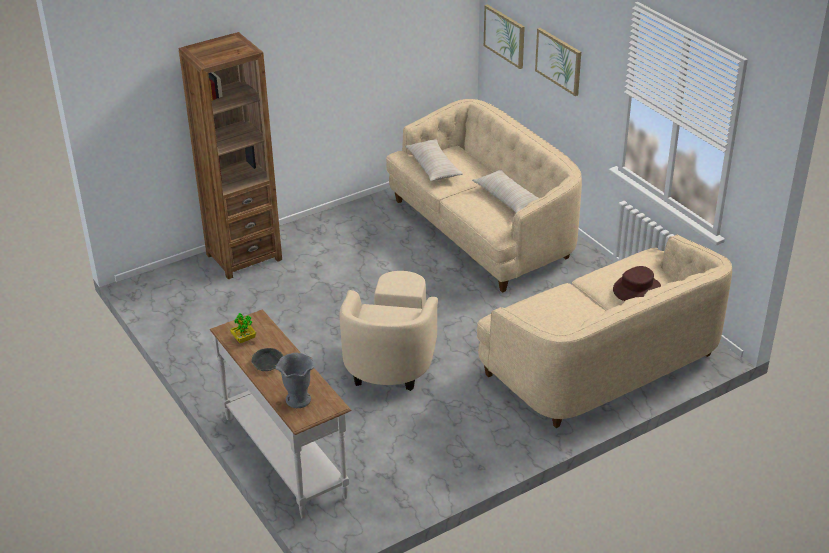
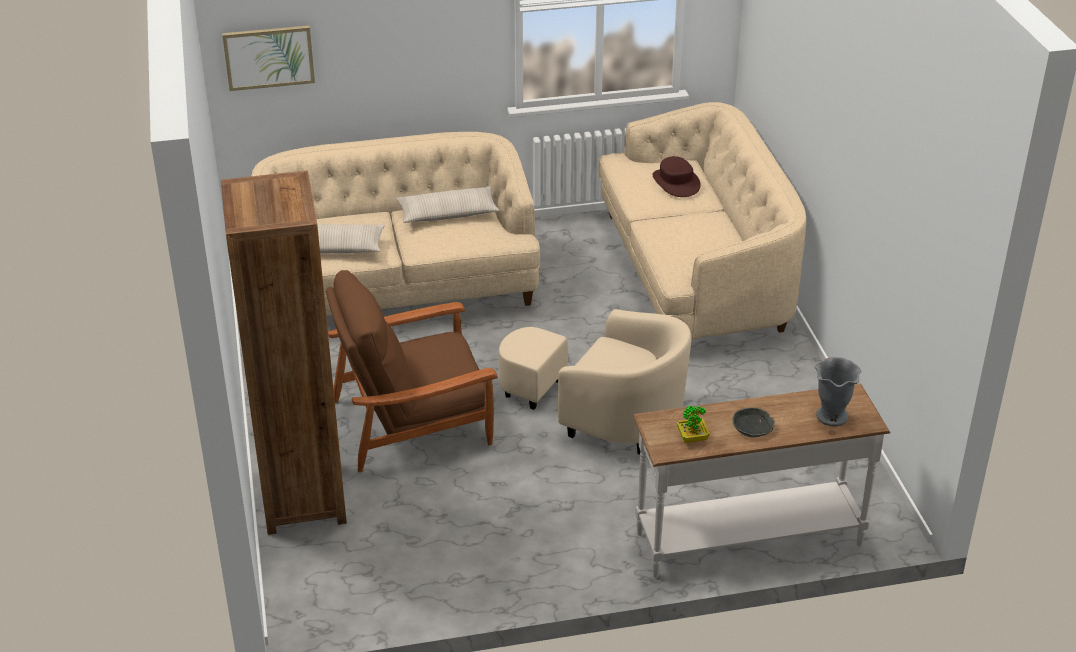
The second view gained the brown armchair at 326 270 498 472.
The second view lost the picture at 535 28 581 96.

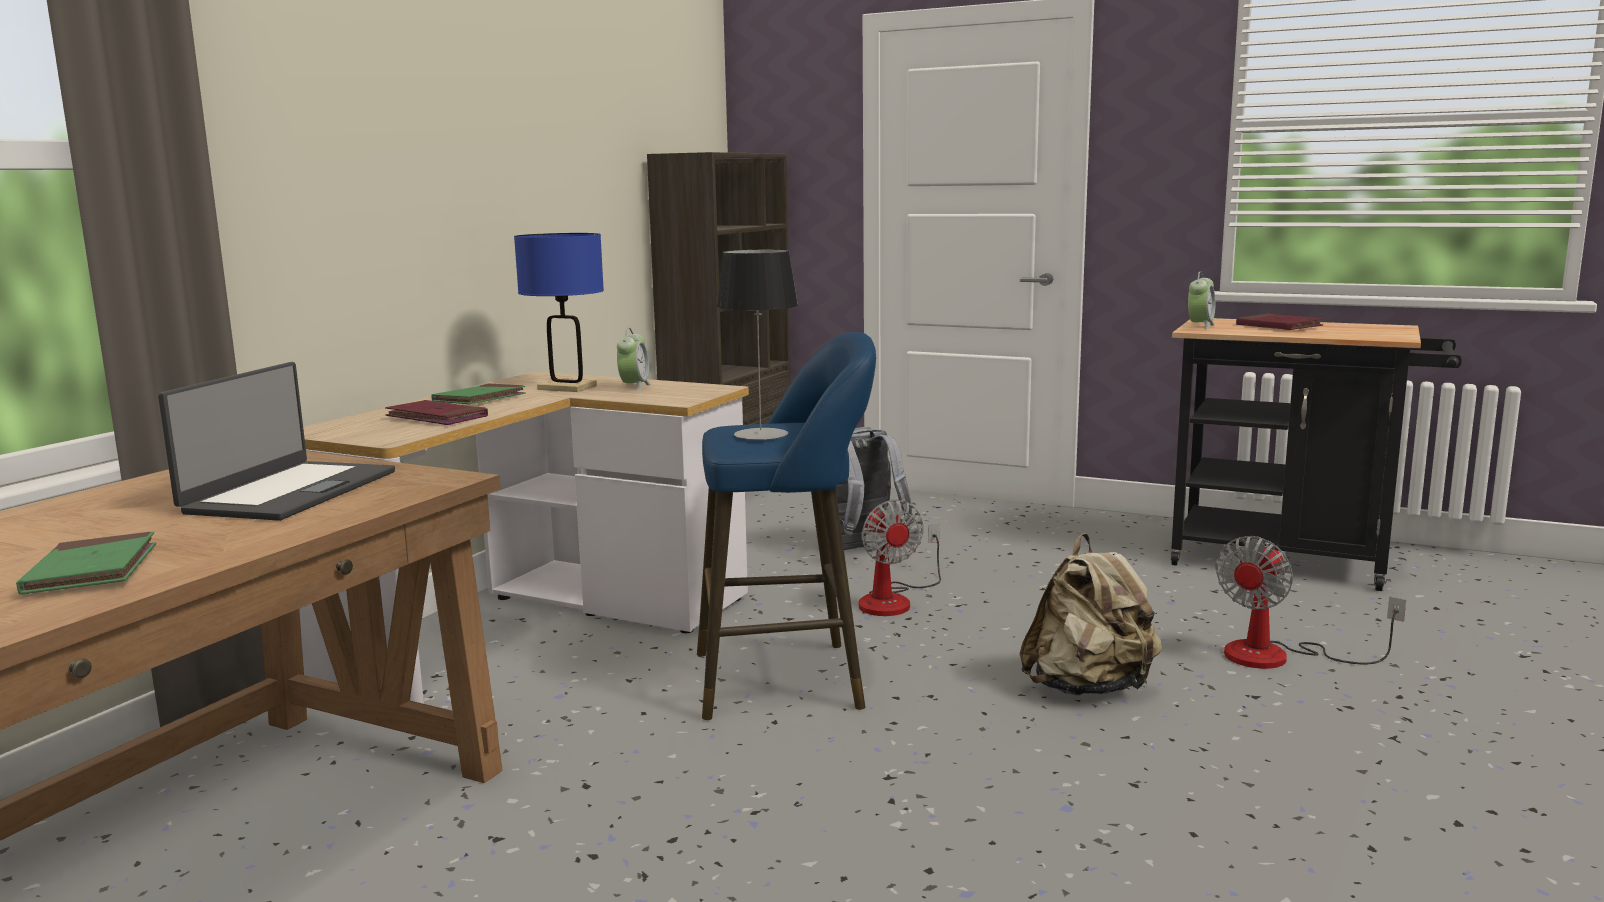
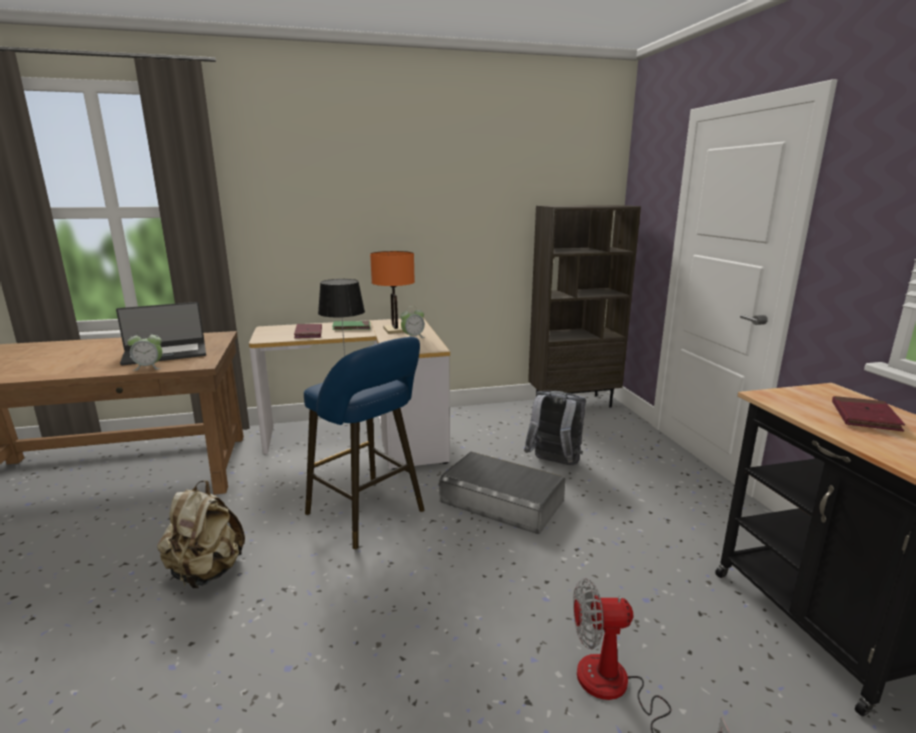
The alarm clock ended up elsewhere, having gone from 1188 272 1215 329 to 127 330 162 371.
The beige backpack ended up elsewhere, having gone from 1019 533 1162 696 to 157 480 245 588.
What was the blue table lamp at 514 233 604 392 turned into the orange table lamp at 370 251 415 334.
Where the fan stood at 859 499 941 616, the grey storage box came to stand at 439 451 565 534.
The second view lost the green book at 16 532 156 595.

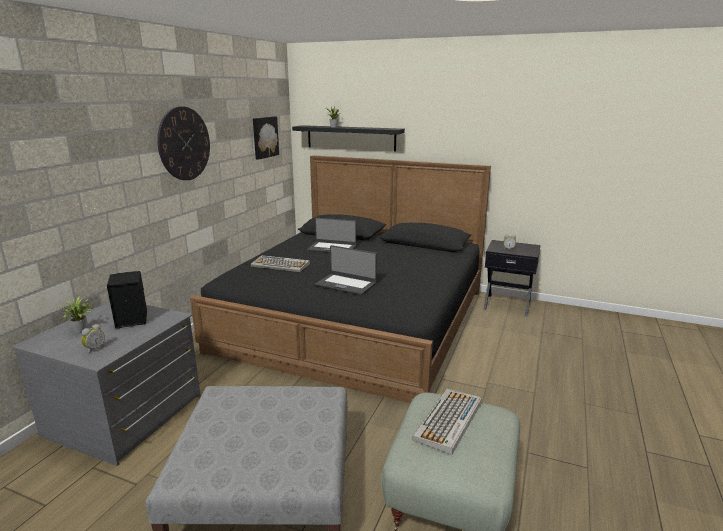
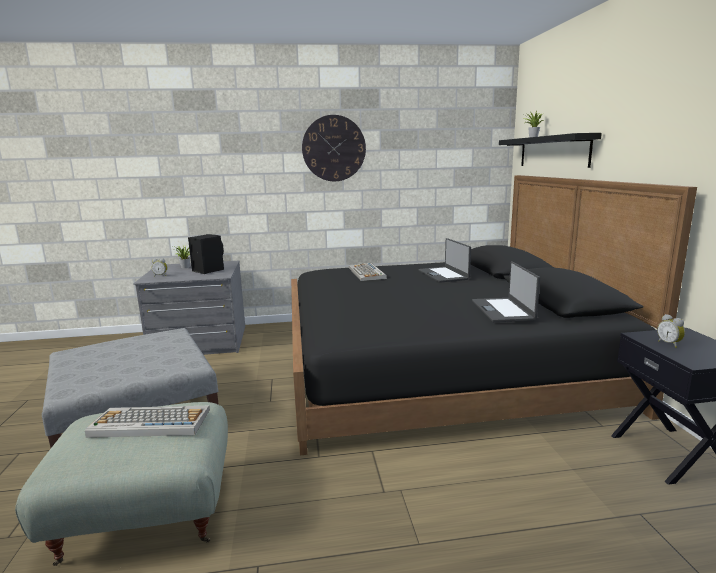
The laptop ended up elsewhere, having gone from 315 245 377 295 to 472 261 540 322.
The second view lost the picture at 253 116 279 160.

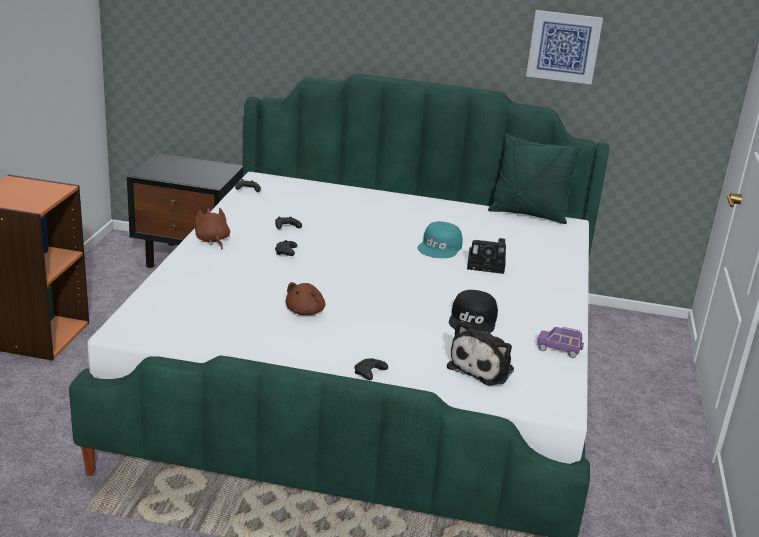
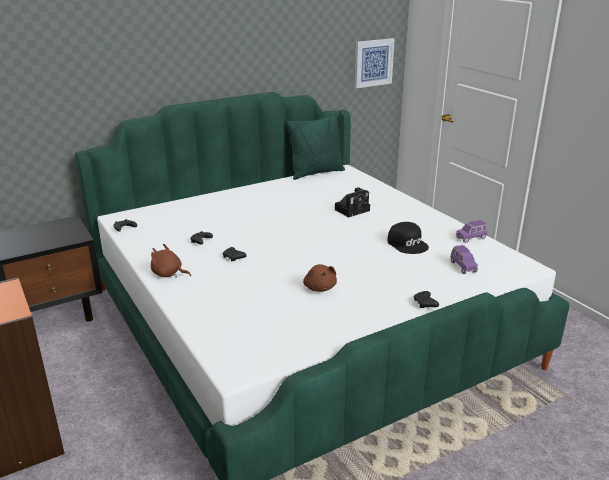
The picture ended up elsewhere, having gone from 526 10 603 84 to 354 38 395 88.
Where the plush toy stood at 447 321 514 386, the purple toy car came to stand at 450 245 478 274.
The second view lost the turquoise cap at 418 221 463 258.

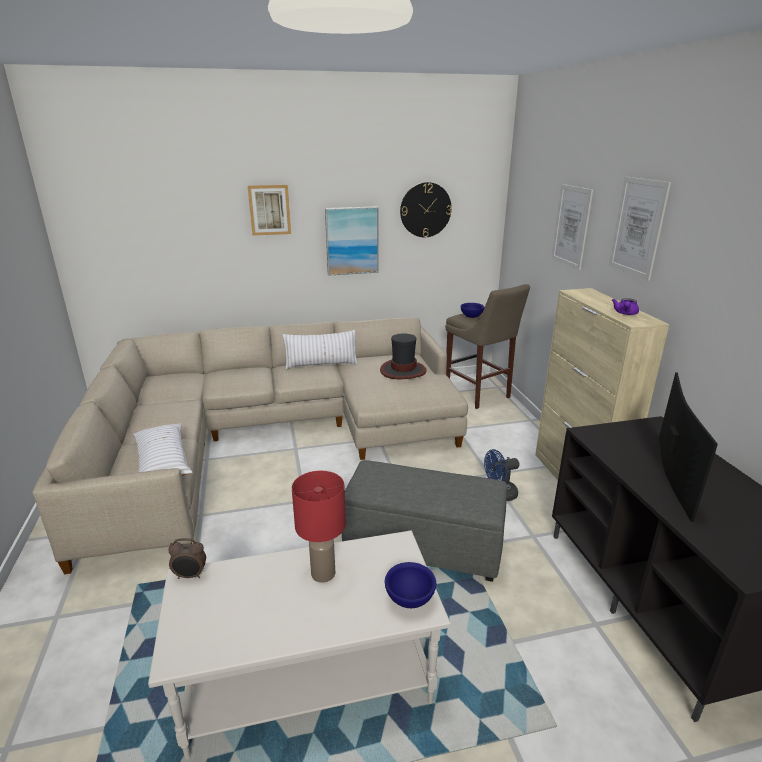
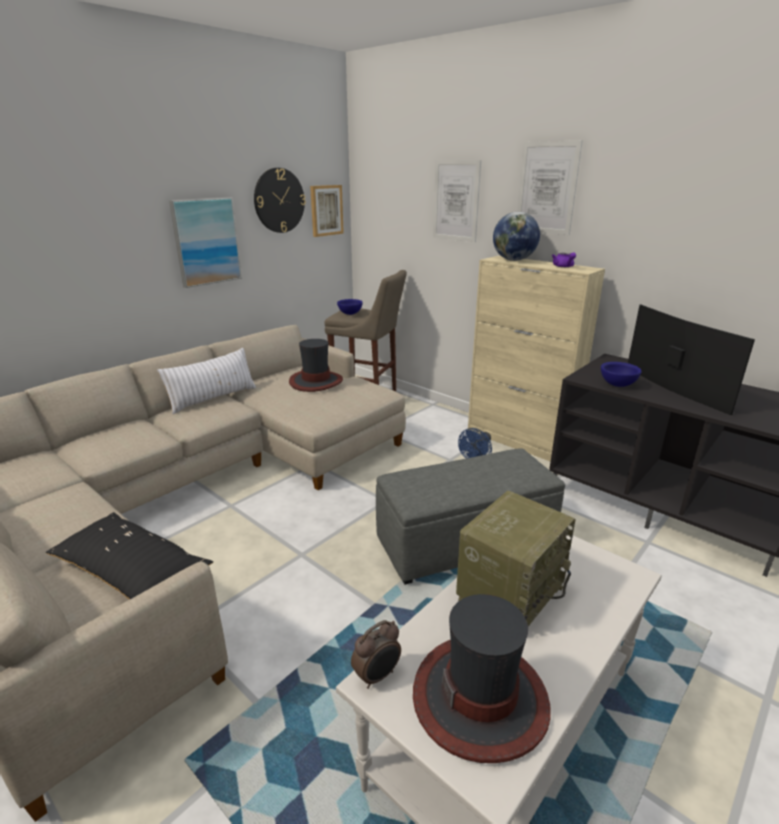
What was the white pillow at 133 423 193 476 turned into the black pillow at 46 512 213 600.
The picture ended up elsewhere, having gone from 248 185 291 236 to 310 185 344 237.
The second view gained the hat at 413 594 551 763.
Where the red table lamp stood at 292 471 346 583, the radio came to stand at 456 491 576 626.
The second view gained the globe at 493 212 540 261.
The blue bowl ended up elsewhere, having gone from 385 562 436 608 to 601 362 641 387.

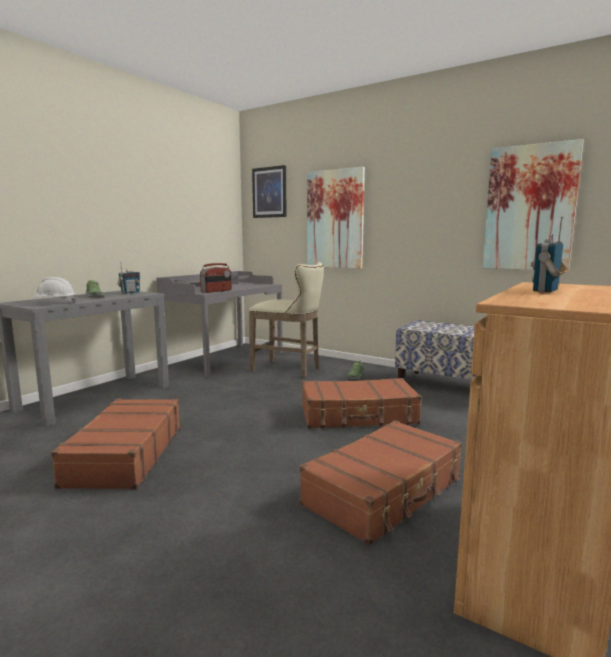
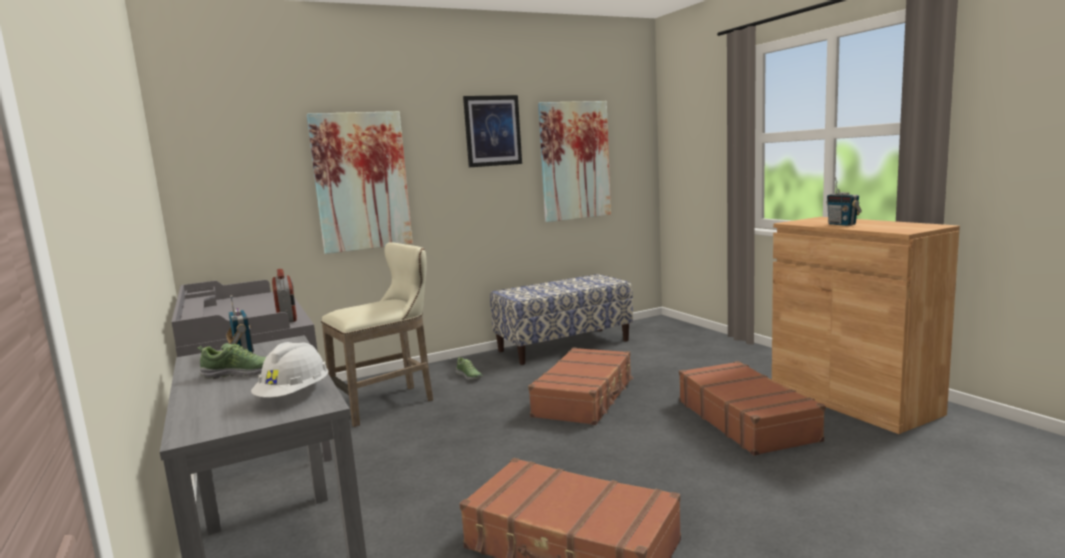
The picture ended up elsewhere, having gone from 252 165 287 218 to 463 95 522 167.

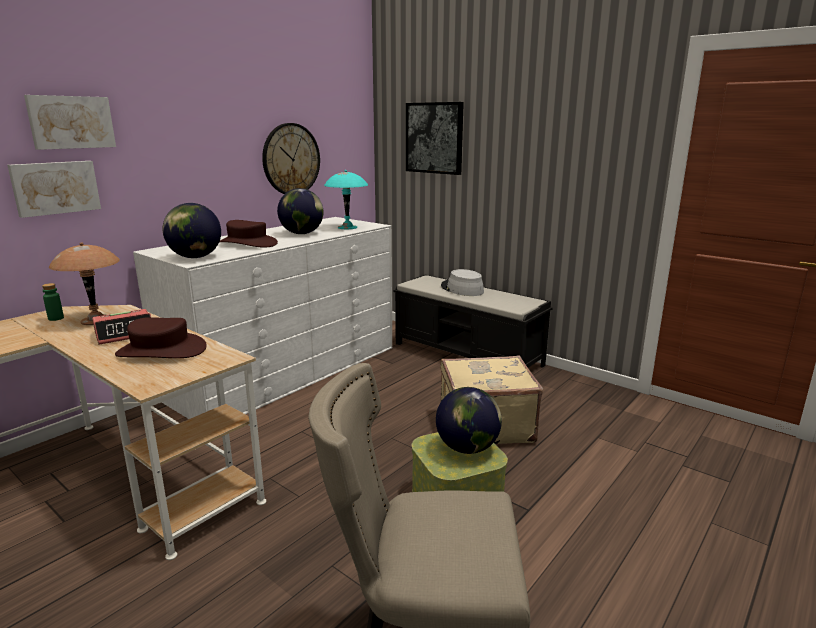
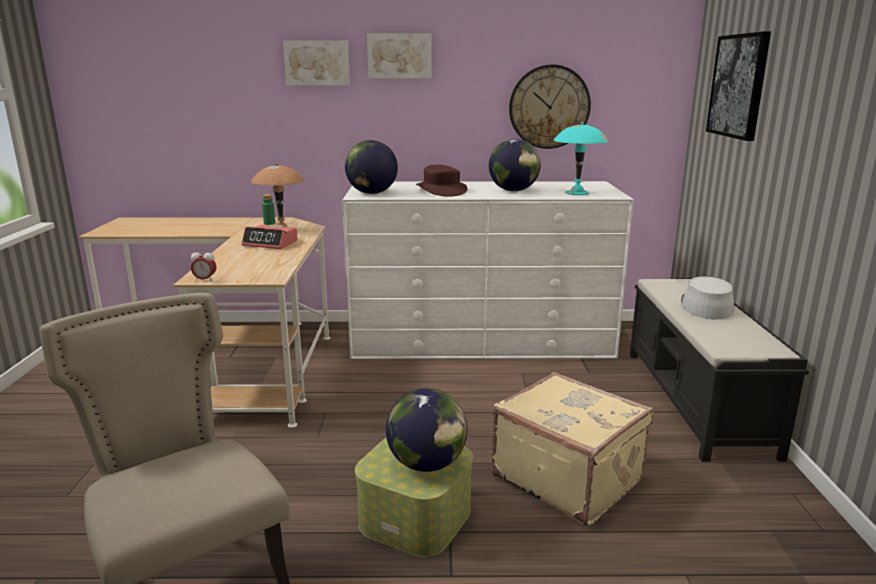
The second view gained the alarm clock at 191 249 216 282.
The picture ended up elsewhere, having gone from 7 161 101 218 to 367 33 432 78.
The second view lost the brown hat at 115 317 207 358.

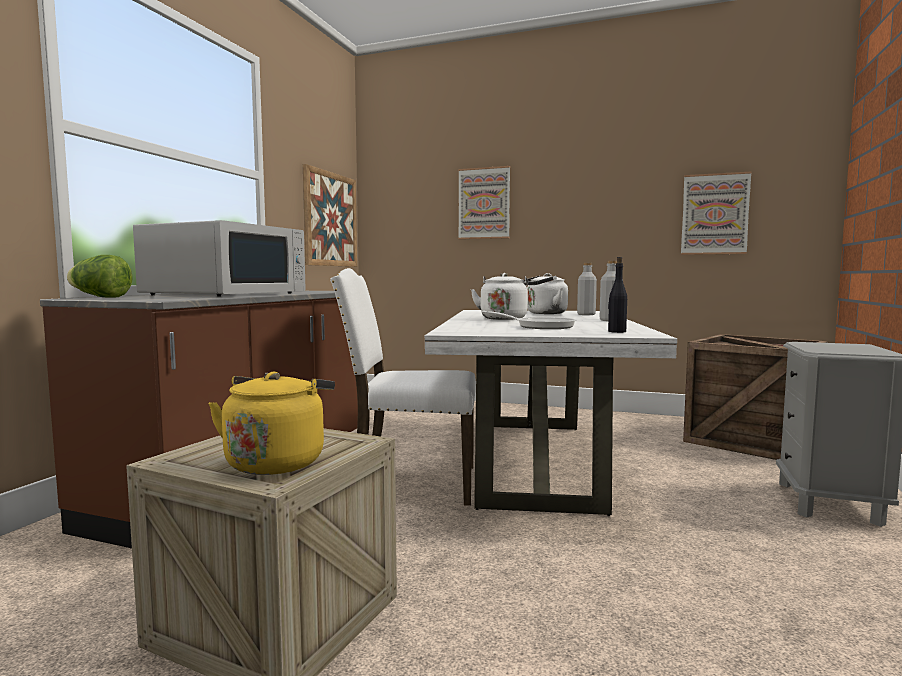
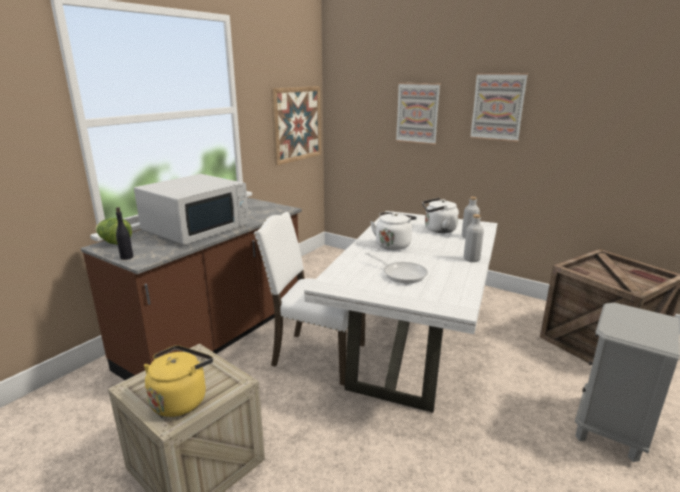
The black bottle ended up elsewhere, having gone from 608 257 627 333 to 116 207 133 260.
The picture ended up elsewhere, having gone from 681 172 751 255 to 470 73 528 142.

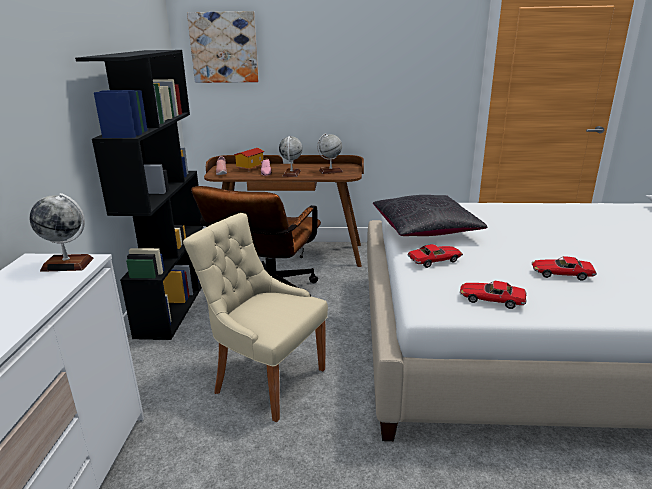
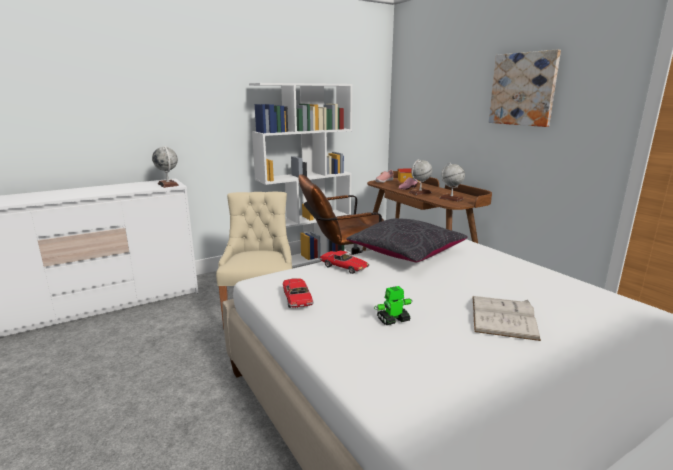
What was the black bookcase at 75 50 204 340 turned into the white bookcase at 249 83 352 267.
Where the toy car stood at 532 256 597 281, the toy robot came to stand at 374 286 413 325.
The second view gained the white book at 472 296 541 341.
The picture ended up elsewhere, having gone from 187 11 259 83 to 489 49 561 127.

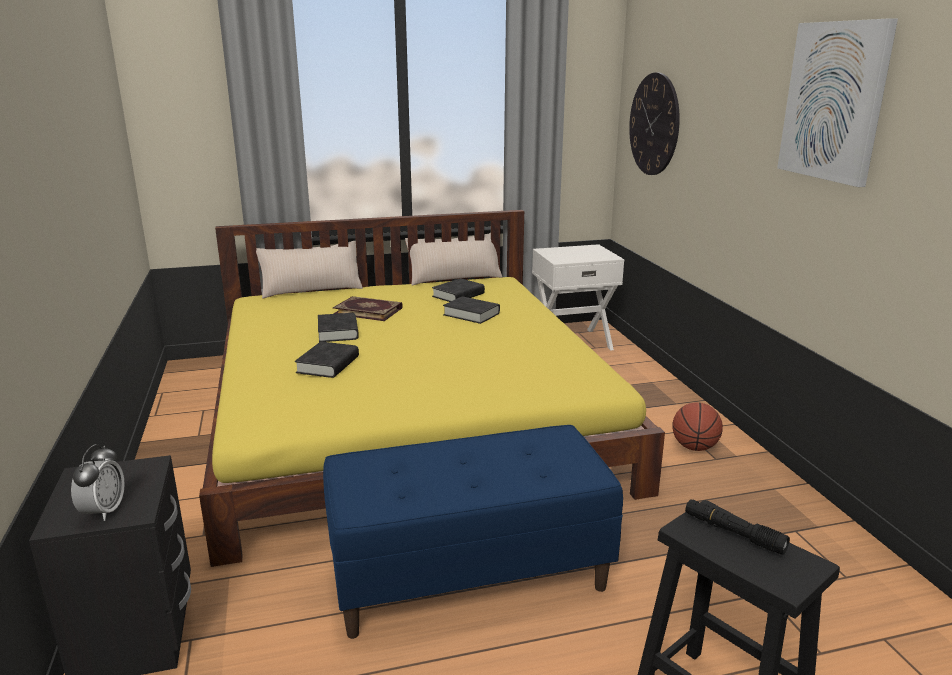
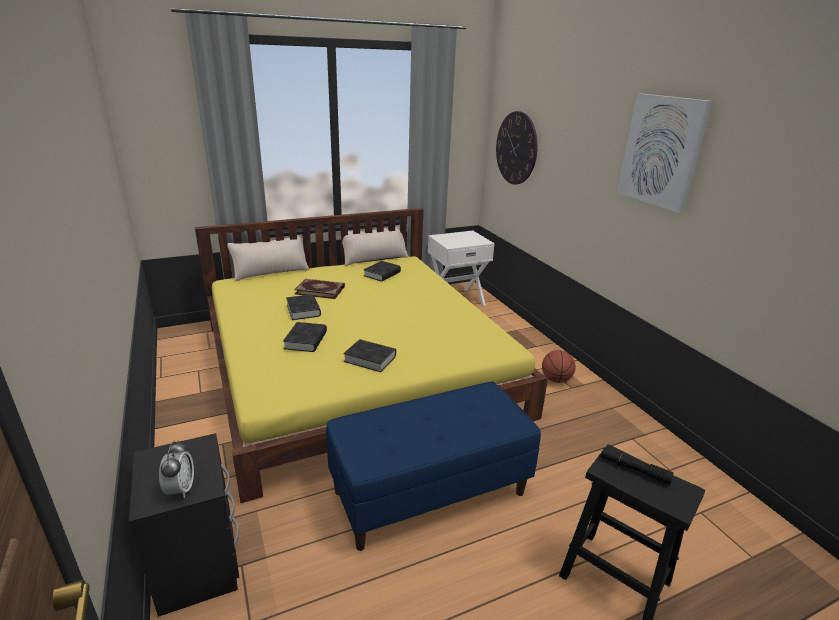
The black book ended up elsewhere, having gone from 443 296 500 324 to 344 339 396 372.

